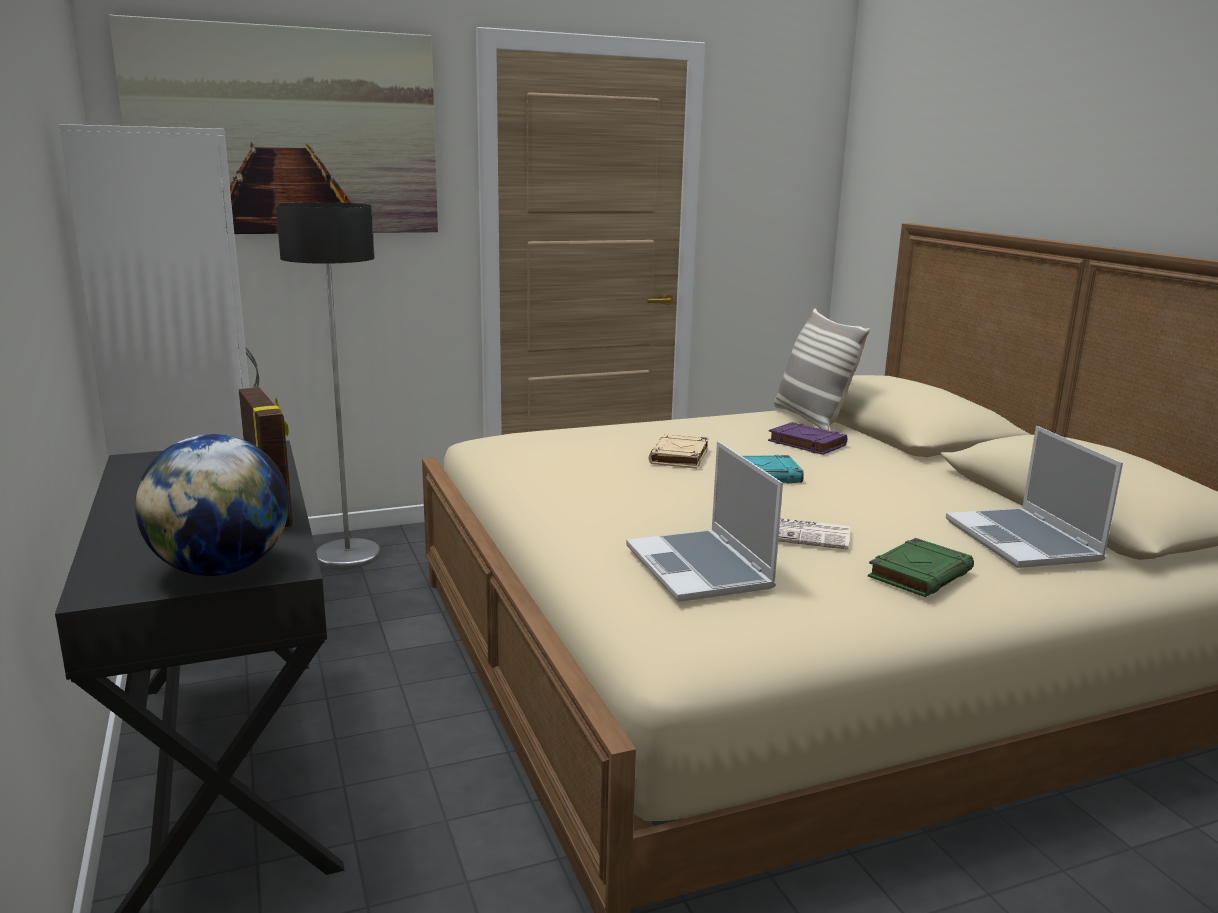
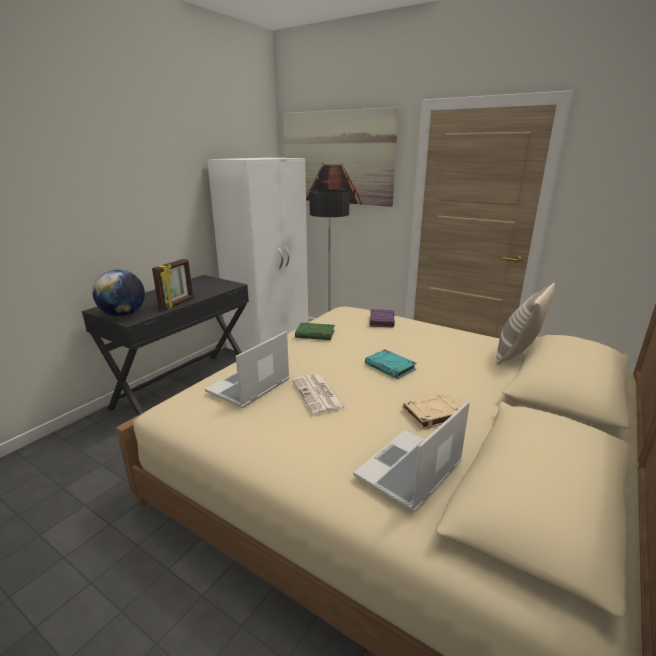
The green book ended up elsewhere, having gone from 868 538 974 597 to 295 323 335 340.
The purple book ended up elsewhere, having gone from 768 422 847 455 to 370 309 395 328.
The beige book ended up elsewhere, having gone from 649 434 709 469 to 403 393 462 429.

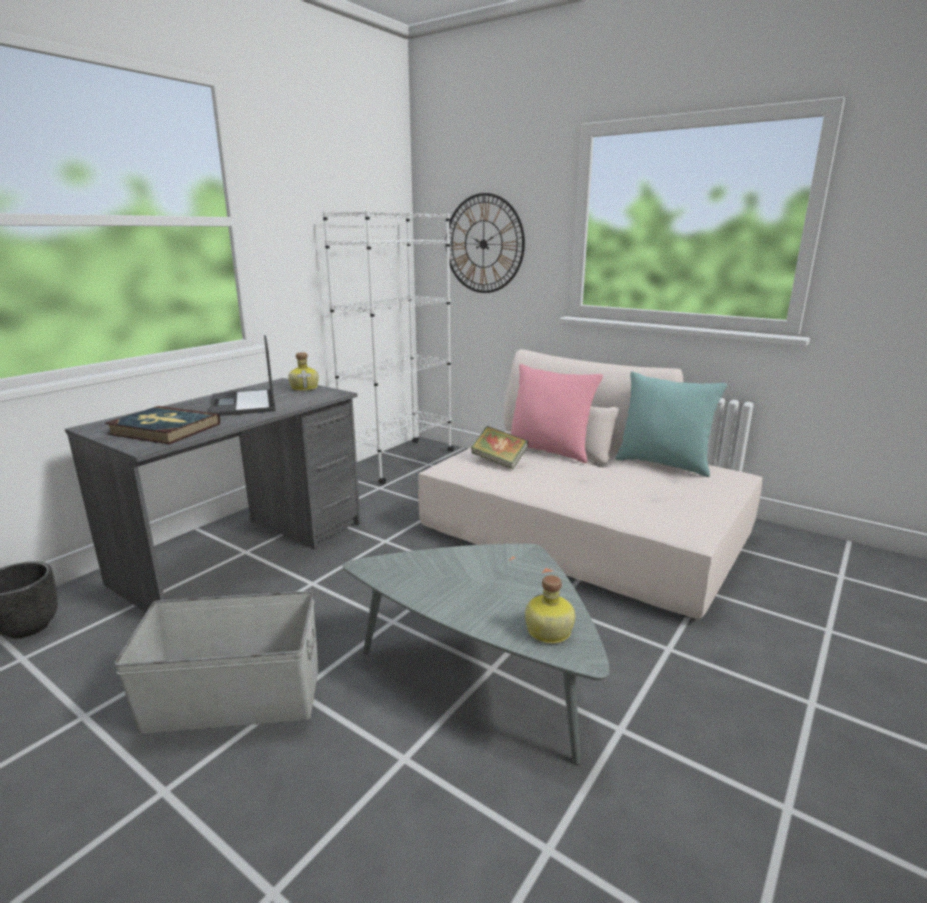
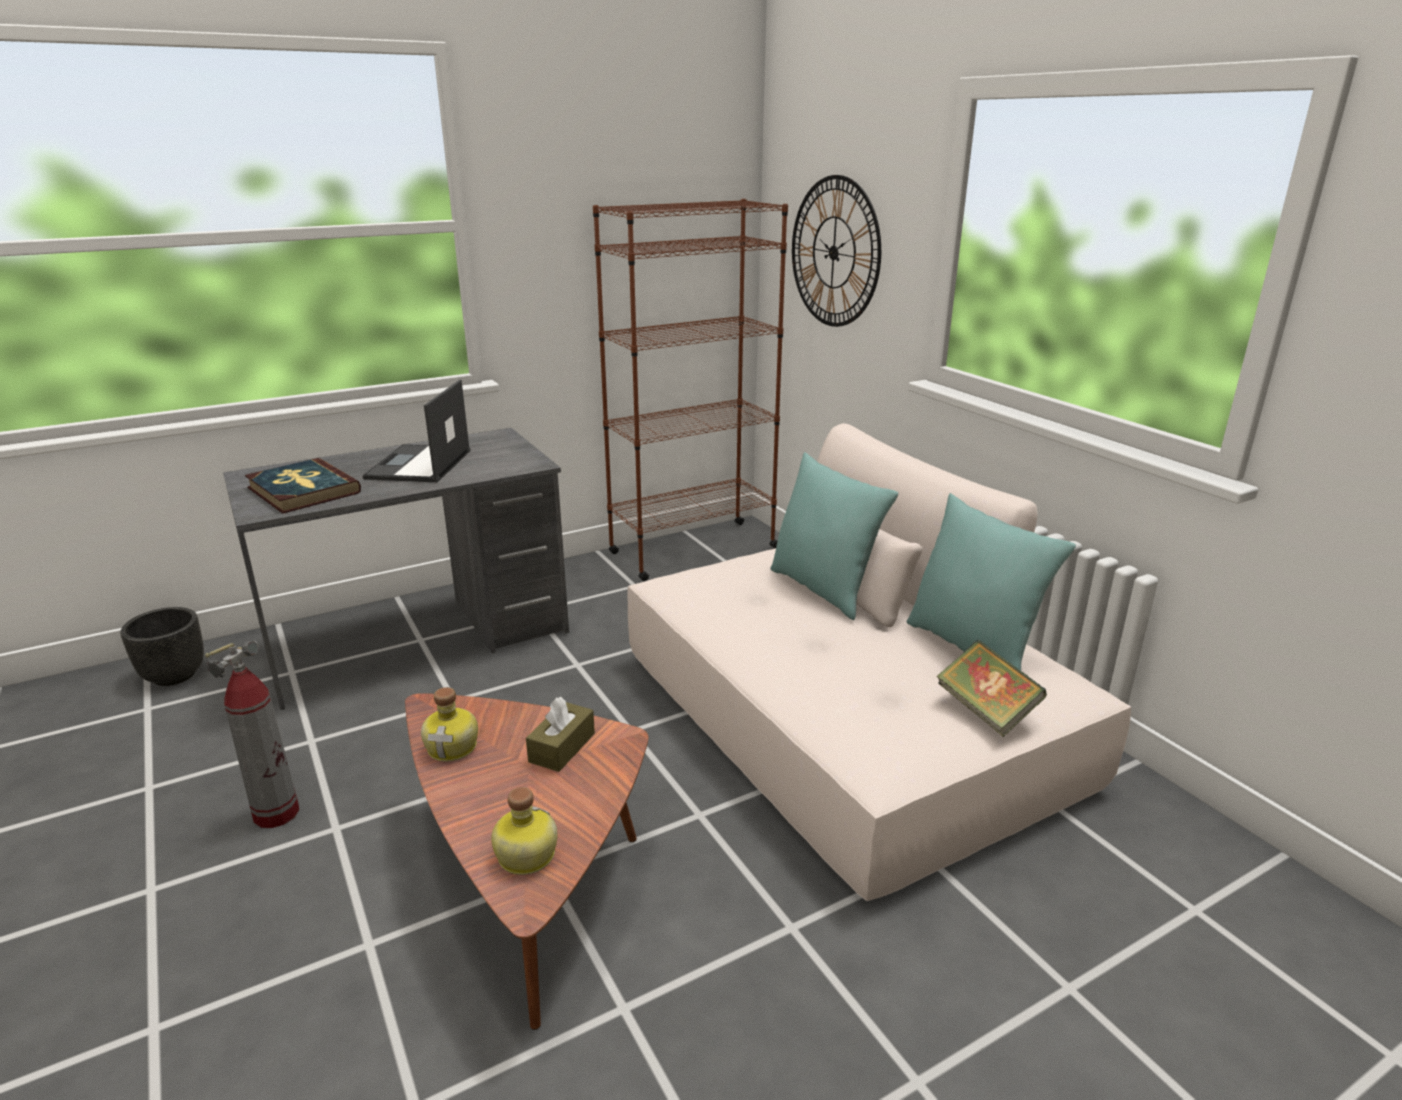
Where the grey storage box stood at 114 591 319 734, the fire extinguisher came to stand at 205 641 299 828.
What was the grey coffee table at 342 543 609 765 turned into the brown coffee table at 405 693 648 1030.
The bottle ended up elsewhere, having gone from 288 352 319 391 to 421 687 478 762.
The second view gained the brown tissue box at 526 697 595 772.
What was the white bookcase at 323 211 454 484 turned into the brown bookcase at 593 199 788 581.
What was the pink pillow at 511 364 603 463 turned into the turquoise pillow at 771 452 898 620.
The book ended up elsewhere, having gone from 471 426 529 469 to 937 640 1047 737.

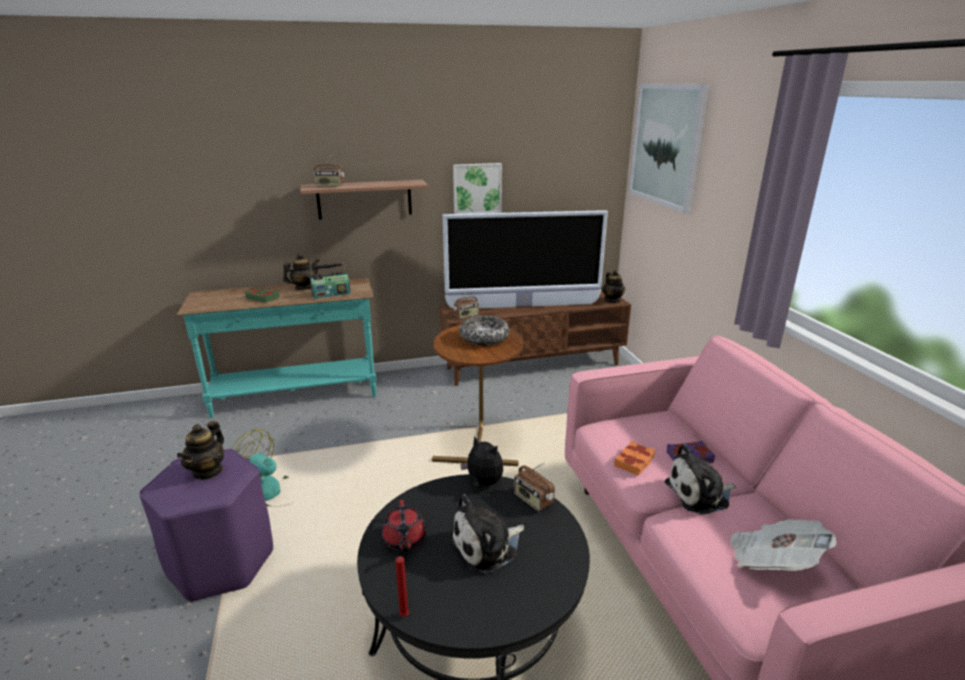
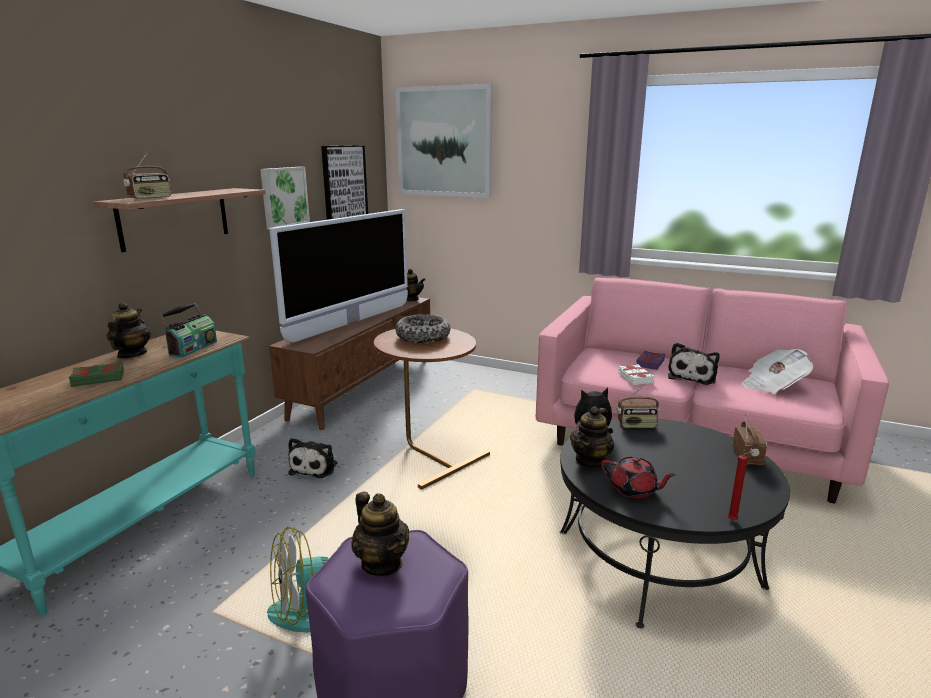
The plush toy ended up elsewhere, having gone from 449 494 524 573 to 288 438 337 478.
The second view gained the picture at 321 145 368 220.
The second view gained the teapot at 570 406 614 469.
What was the orange book at 614 441 655 476 turned into the white book at 618 364 654 385.
The radio ended up elsewhere, having gone from 454 289 479 318 to 732 411 767 465.

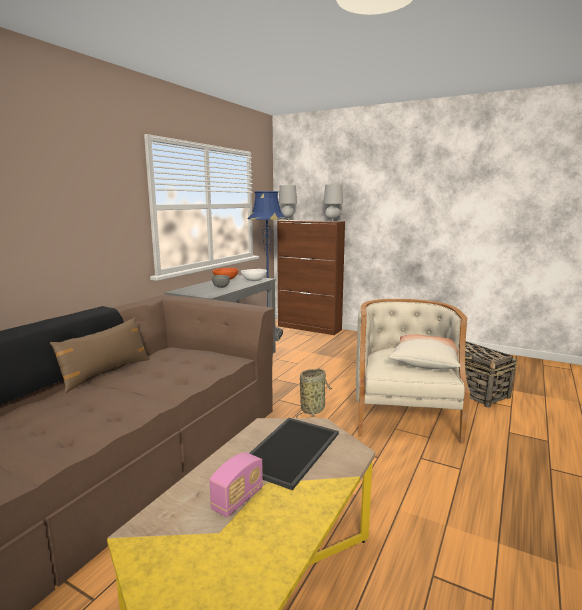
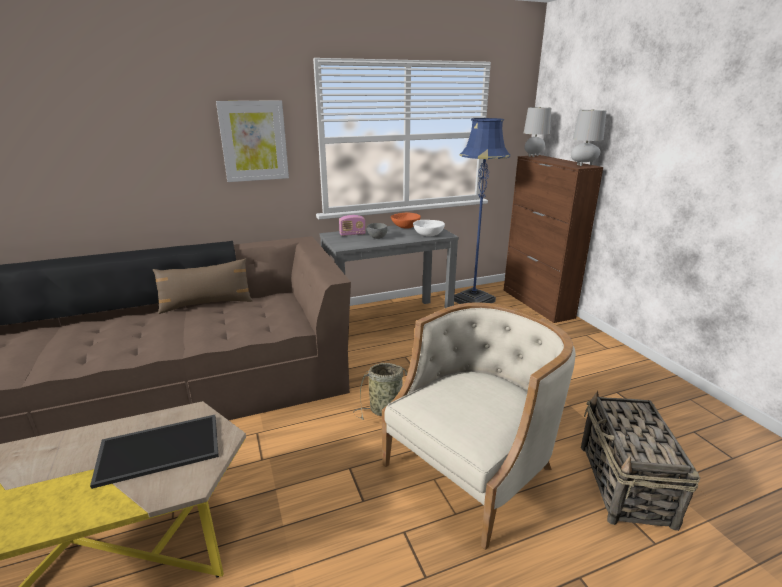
The second view gained the picture at 216 100 289 182.
The radio ended up elsewhere, having gone from 209 452 263 517 to 339 215 366 236.
The second view lost the pillow at 388 334 461 369.

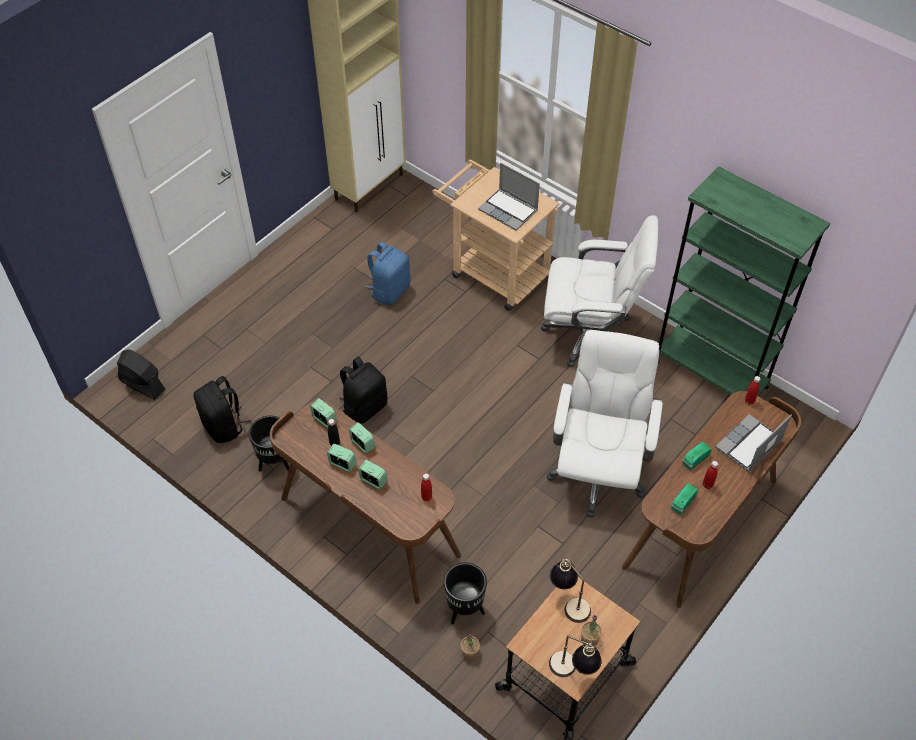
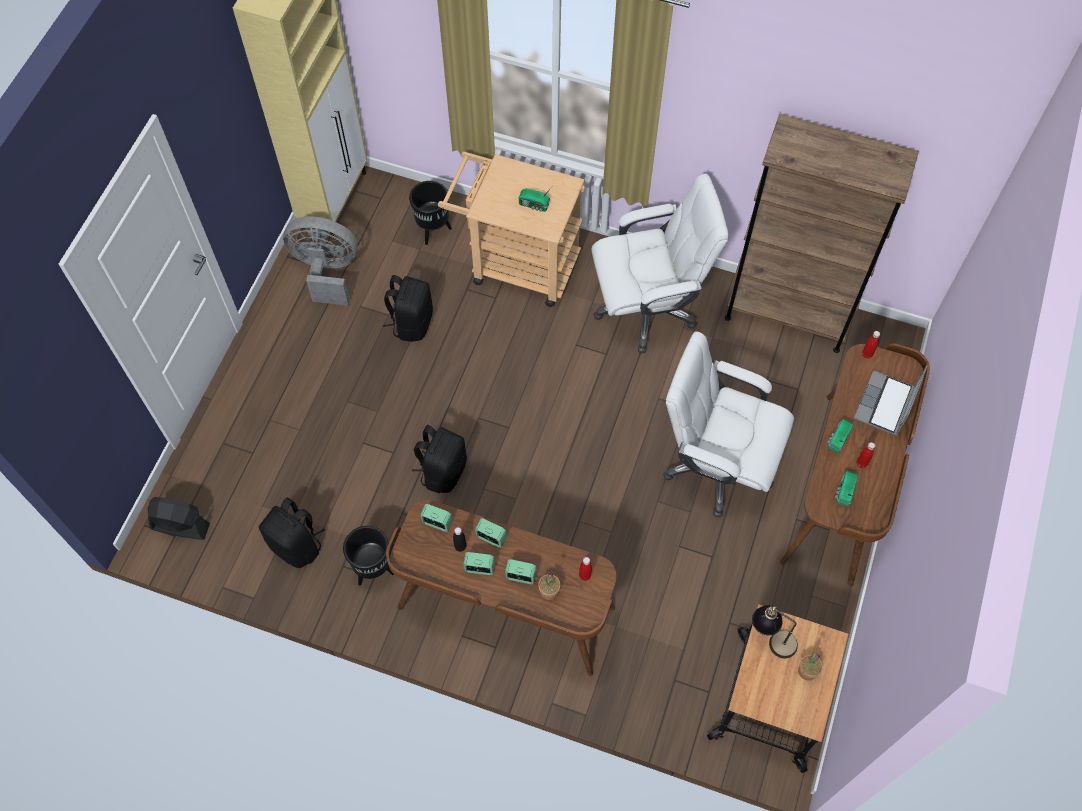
The second view gained the grey fan at 283 217 358 306.
What was the blue backpack at 365 241 410 305 turned into the black backpack at 383 275 433 342.
The black planter ended up elsewhere, having gone from 444 562 487 624 to 409 181 452 245.
Where the laptop stood at 478 163 540 231, the radio came to stand at 519 188 551 212.
The potted plant ended up elsewhere, having gone from 461 632 480 660 to 538 572 561 600.
The white office chair at 547 330 663 518 ended up facing another way, 60 degrees counterclockwise from before.
What was the green bookcase at 658 167 830 396 turned into the brown bookcase at 725 114 919 353.
The second view lost the table lamp at 549 636 601 677.

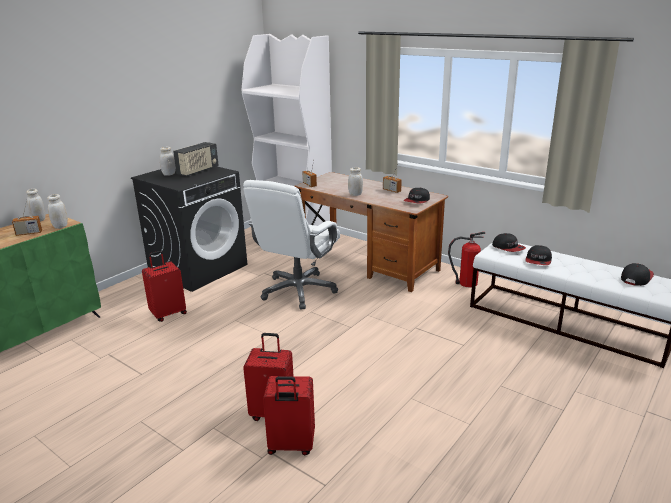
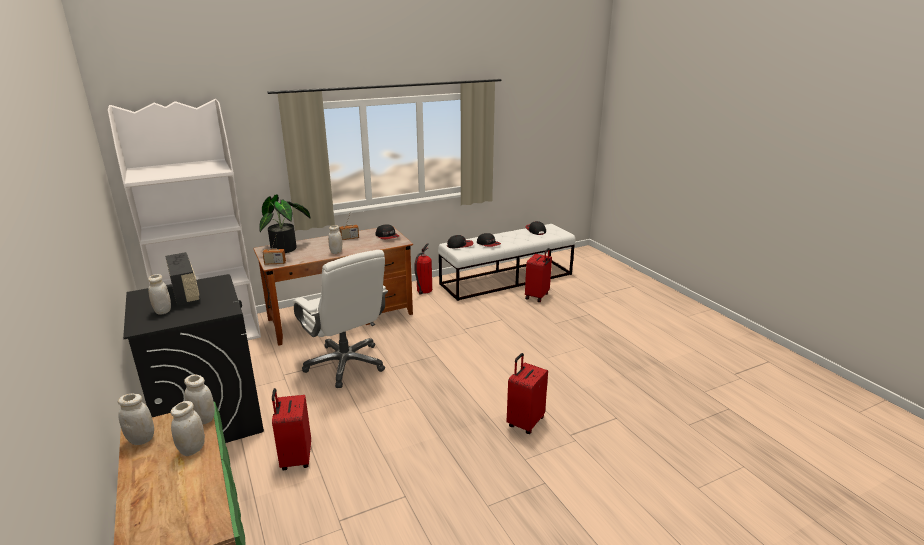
Where the radio stood at 12 200 42 236, the white jar came to stand at 171 401 205 456.
The second view gained the potted plant at 259 194 311 253.
The red suitcase ended up elsewhere, having gone from 263 376 315 455 to 525 248 552 302.

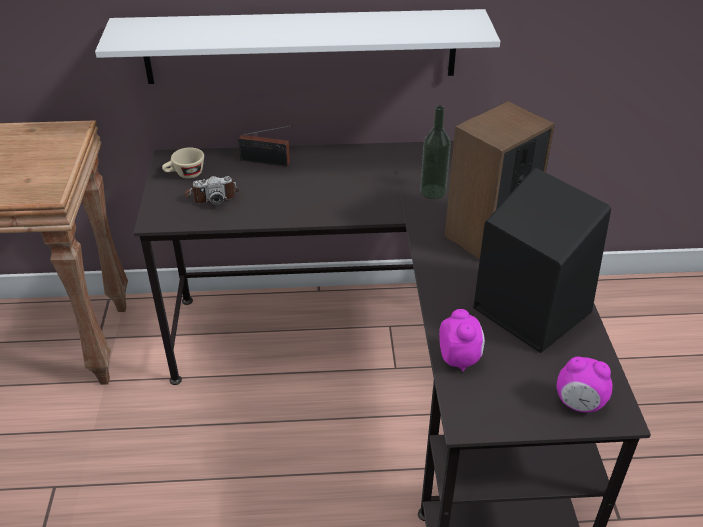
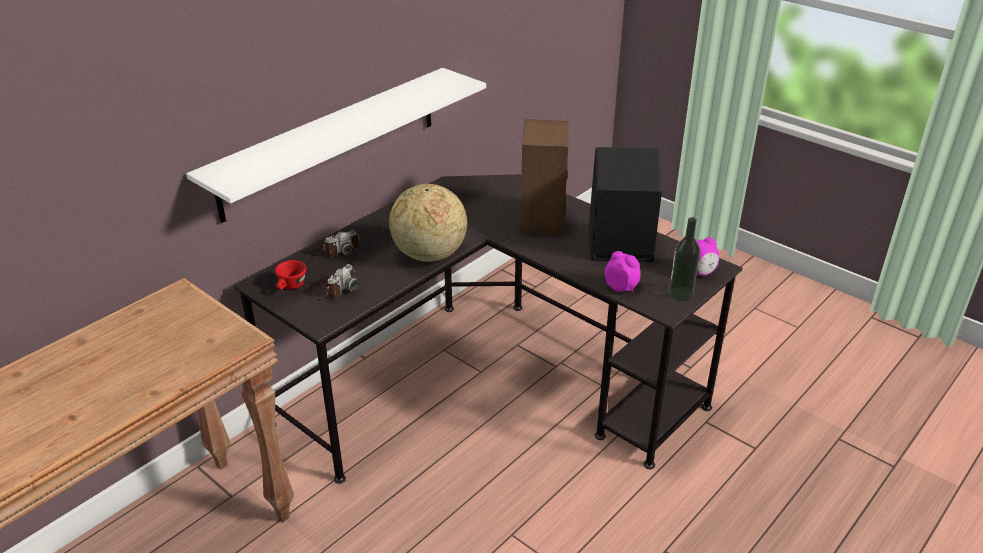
What was the beige cup at 162 147 204 179 turned into the red cup at 275 260 306 290.
Where the radio stood at 238 125 293 167, the photo camera came to stand at 314 230 361 257.
The second view gained the globe at 389 184 467 262.
The bottle ended up elsewhere, having gone from 420 105 451 199 to 669 217 700 301.

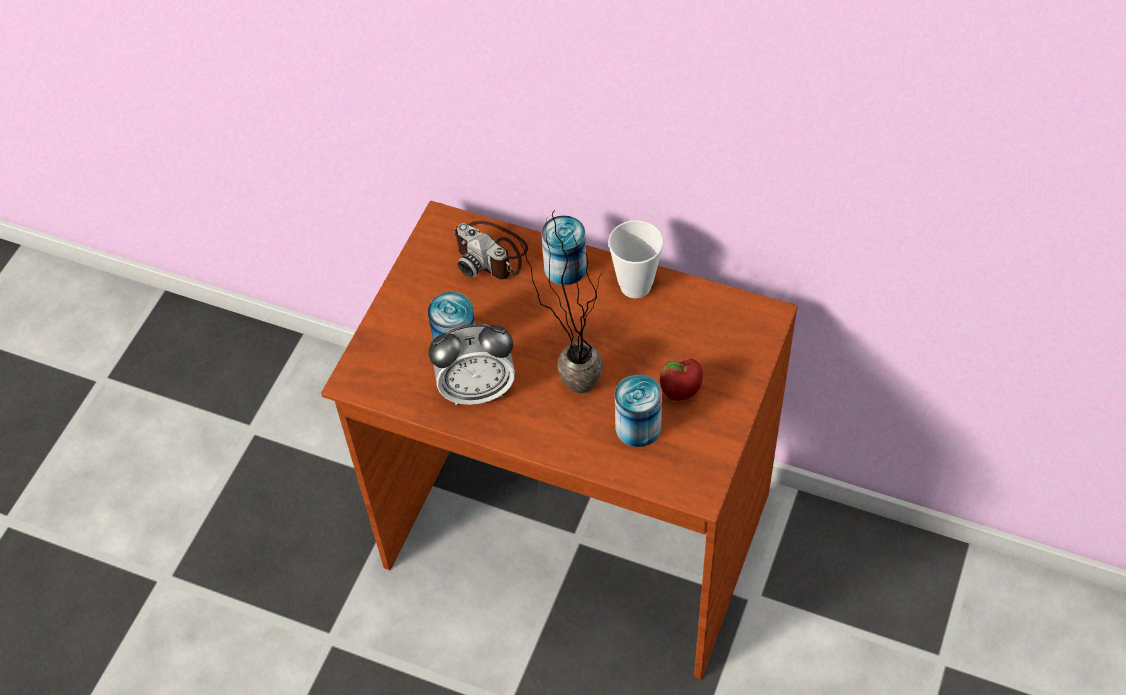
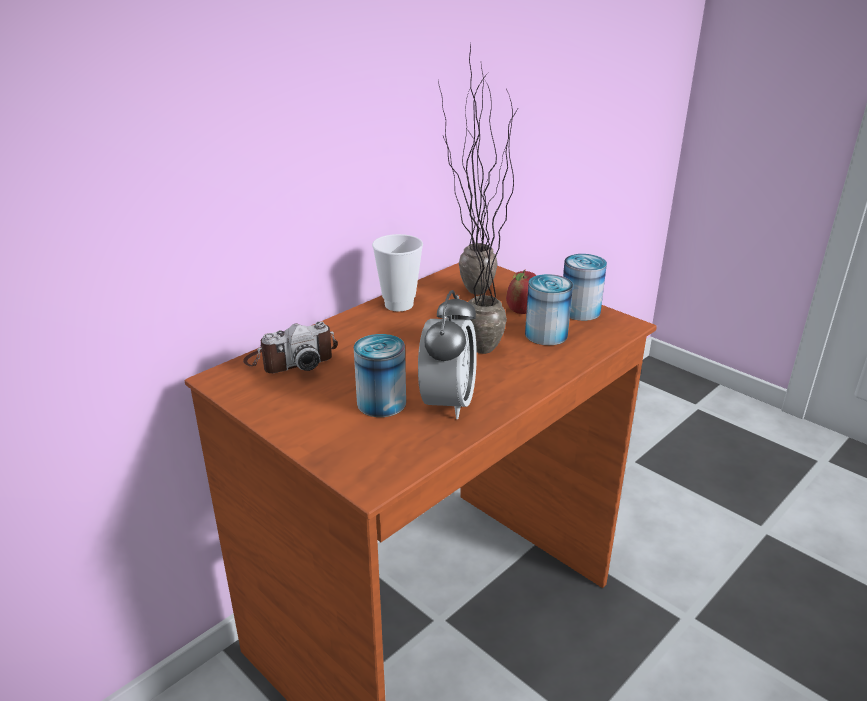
The second view gained the potted plant at 438 44 507 295.
The can ended up elsewhere, having gone from 541 215 587 285 to 563 254 607 321.

